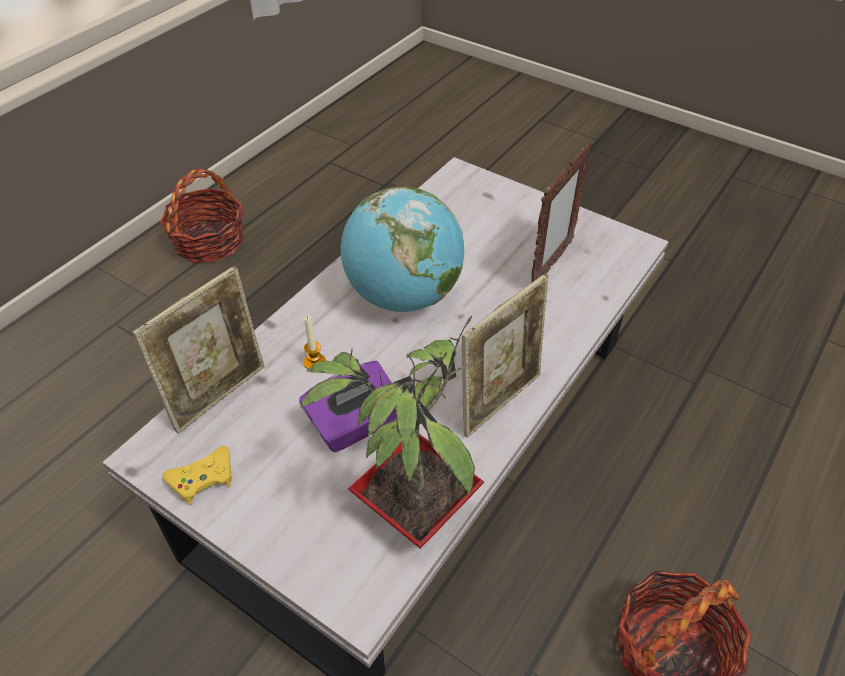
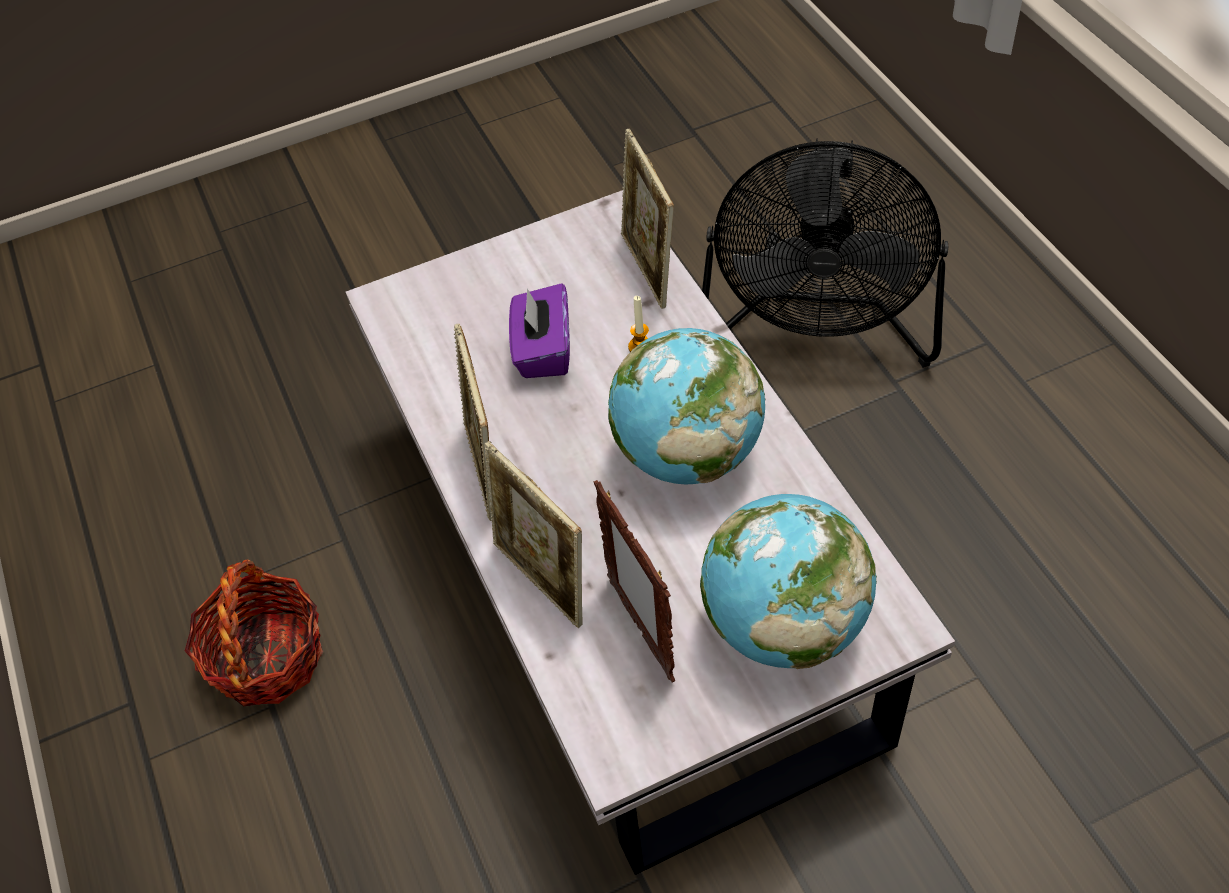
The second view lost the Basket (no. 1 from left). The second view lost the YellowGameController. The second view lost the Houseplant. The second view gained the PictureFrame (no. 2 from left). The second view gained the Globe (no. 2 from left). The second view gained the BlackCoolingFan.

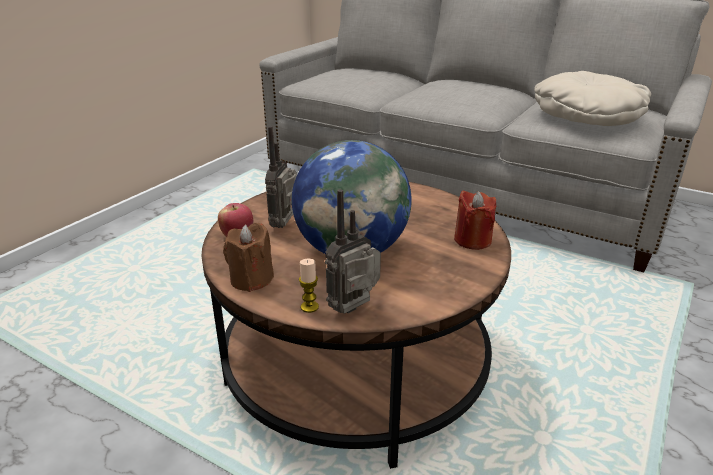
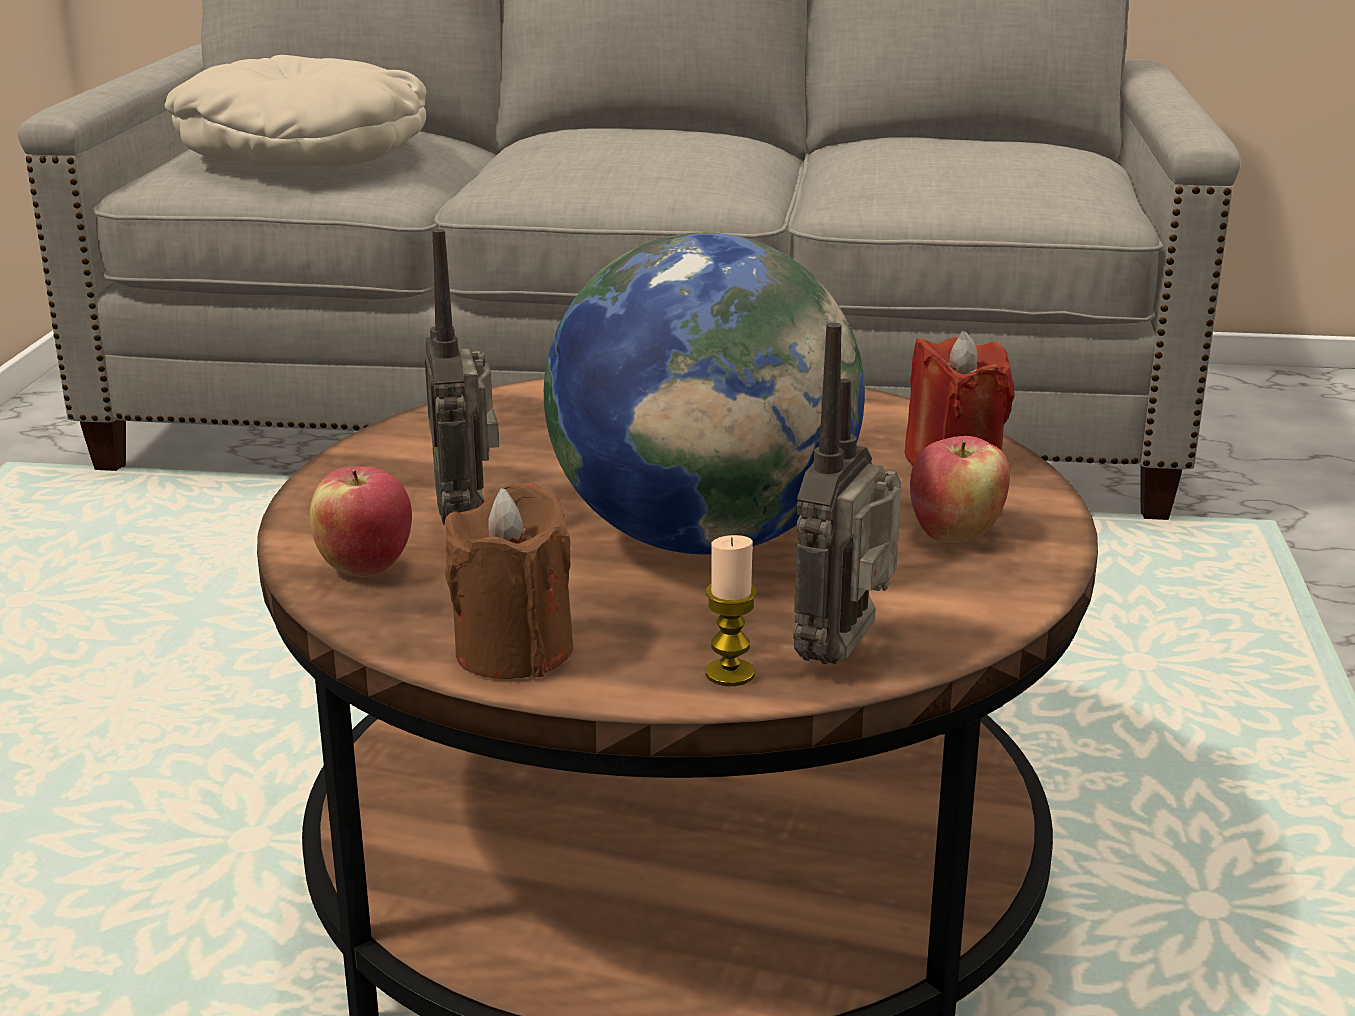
The second view gained the Apple (no. 2 from left). The BeigeColouredPillow ended up elsewhere.

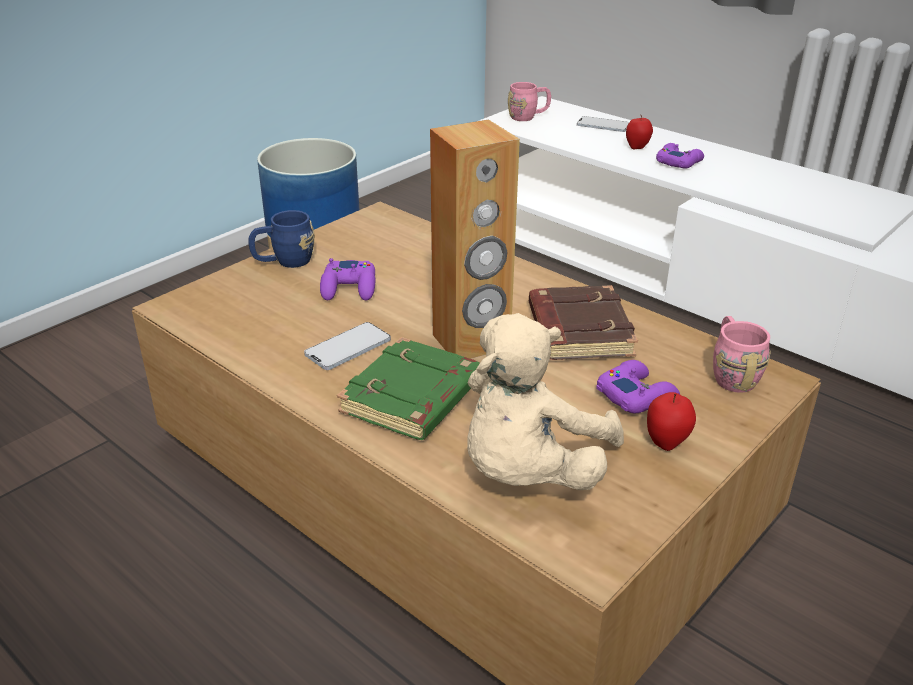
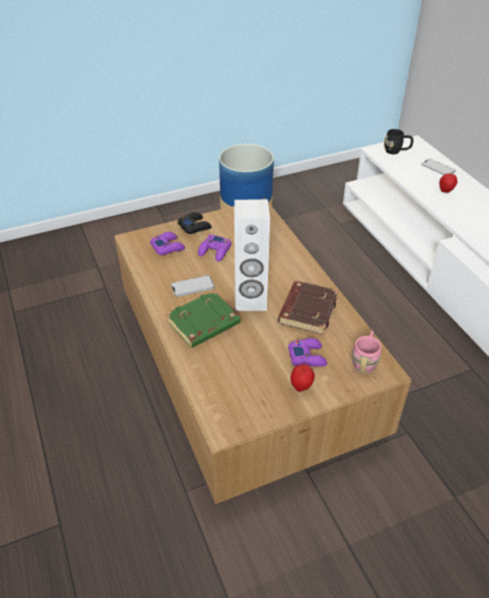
The second view lost the BeigeColouredCuddlyToy. The PurpleColouredGameController (no. 3 from left in the first image) ended up elsewhere. Where the BluishMug stood, the BlackGameController came to stand. What was the BrownLoudspeaker turned into the WhitishLoudspeaker. What was the PinkMug (no. 1 from left) turned into the BlackMug.

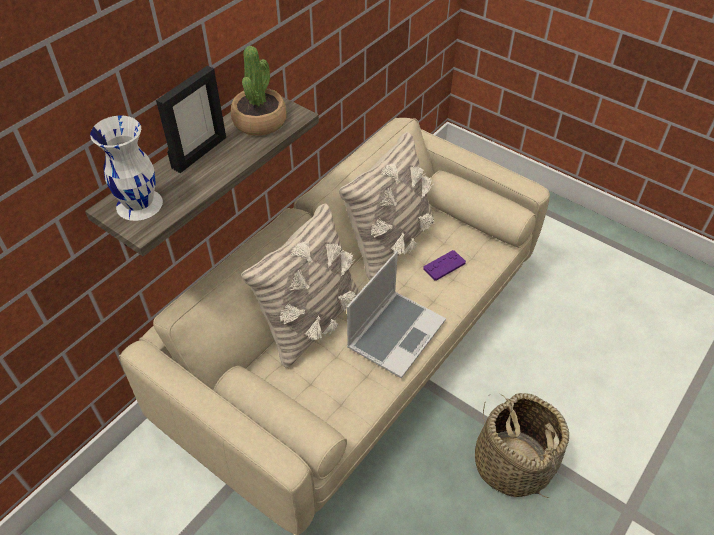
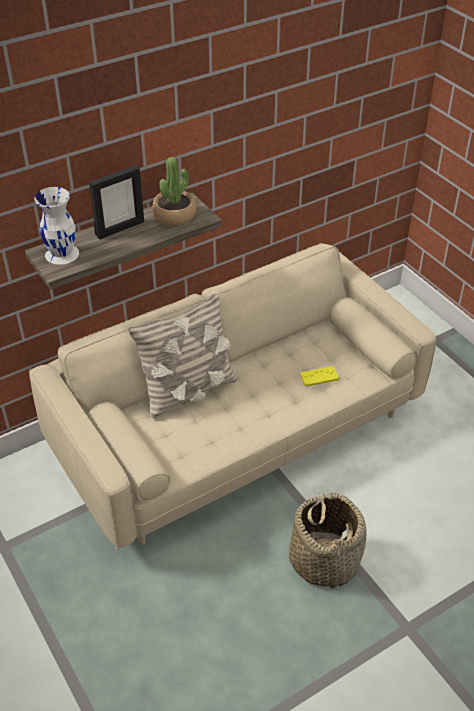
The second view lost the BeigeColouredPillow (no. 2 from left). The second view lost the Laptop. What was the PurpleColouredGameController turned into the YellowGameController.

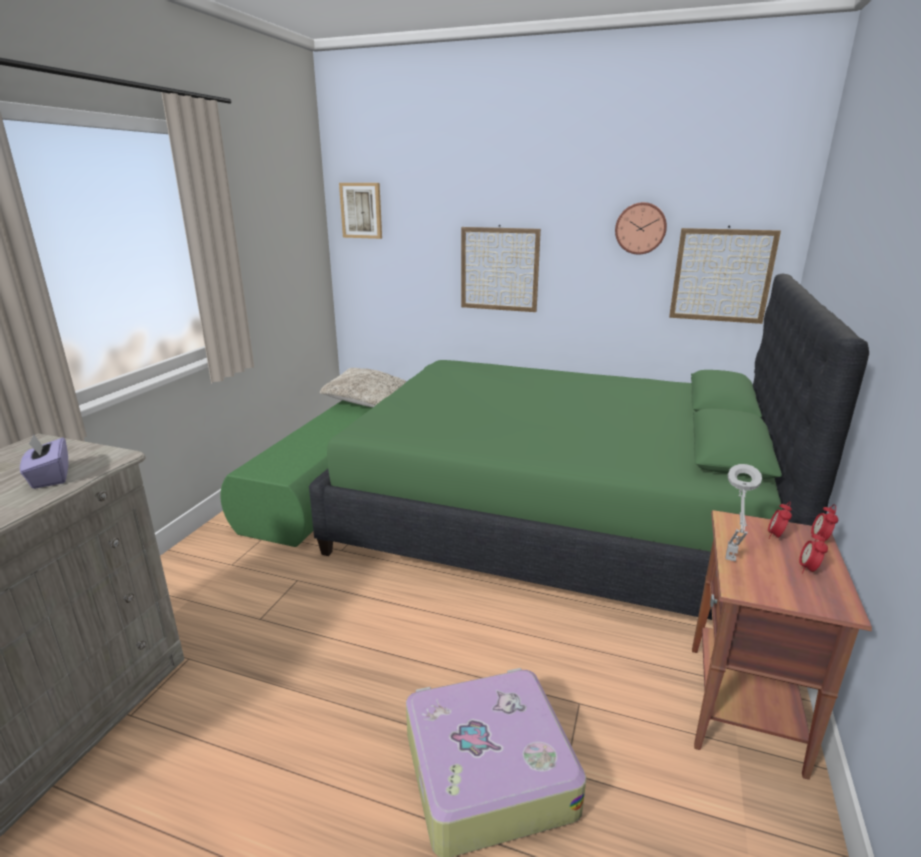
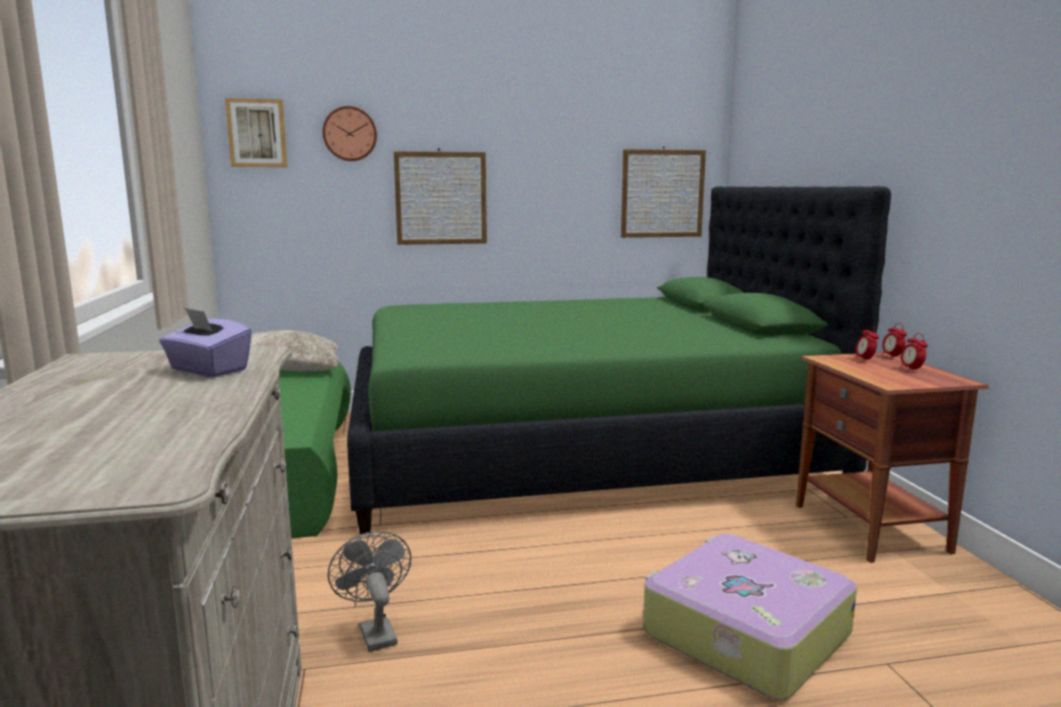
The second view lost the GreyTableLamp. The second view gained the GreyCoolingFan. The WallClock ended up elsewhere.

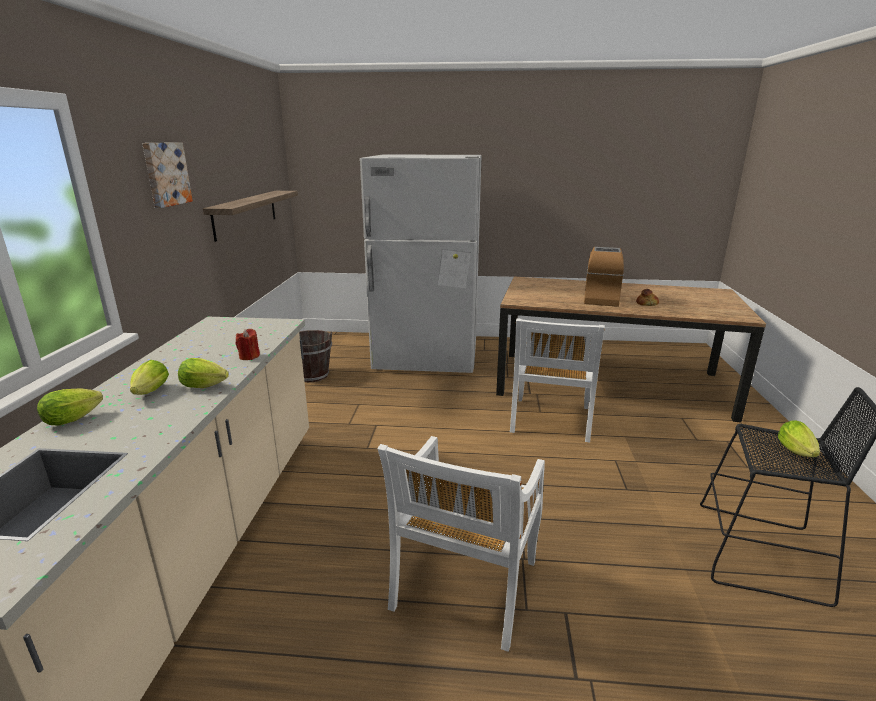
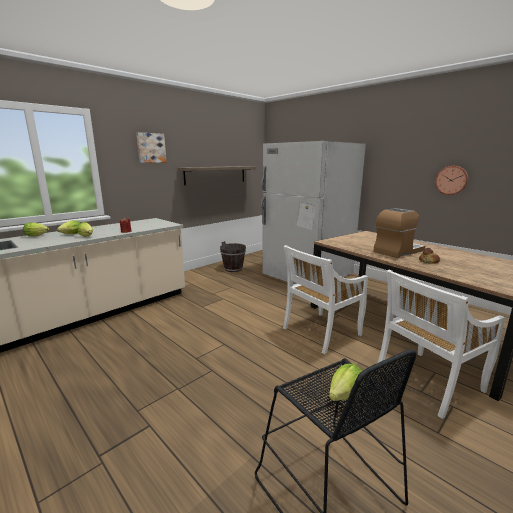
The second view gained the WallClock. The WhitishUprightChair (no. 1 from left in the first image) ended up elsewhere.

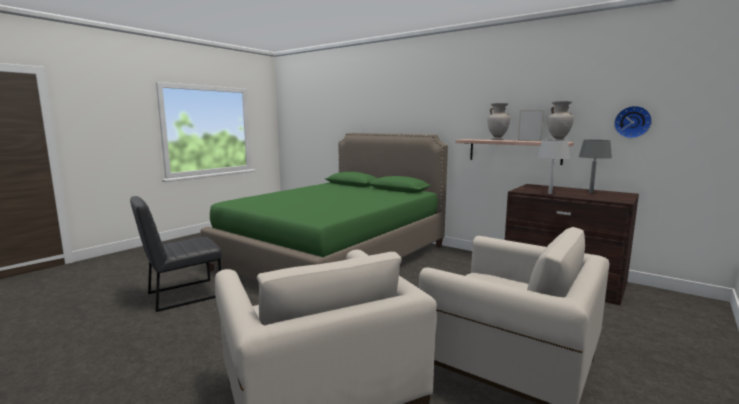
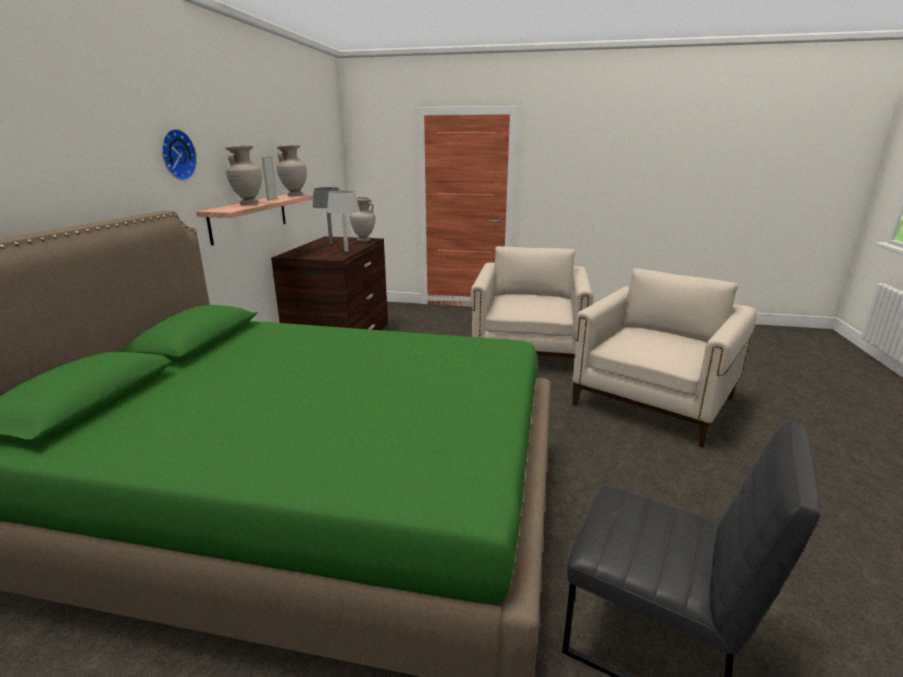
The second view gained the BeigeColouredFlowerVase (no. 3 from left). The WallClock ended up elsewhere.

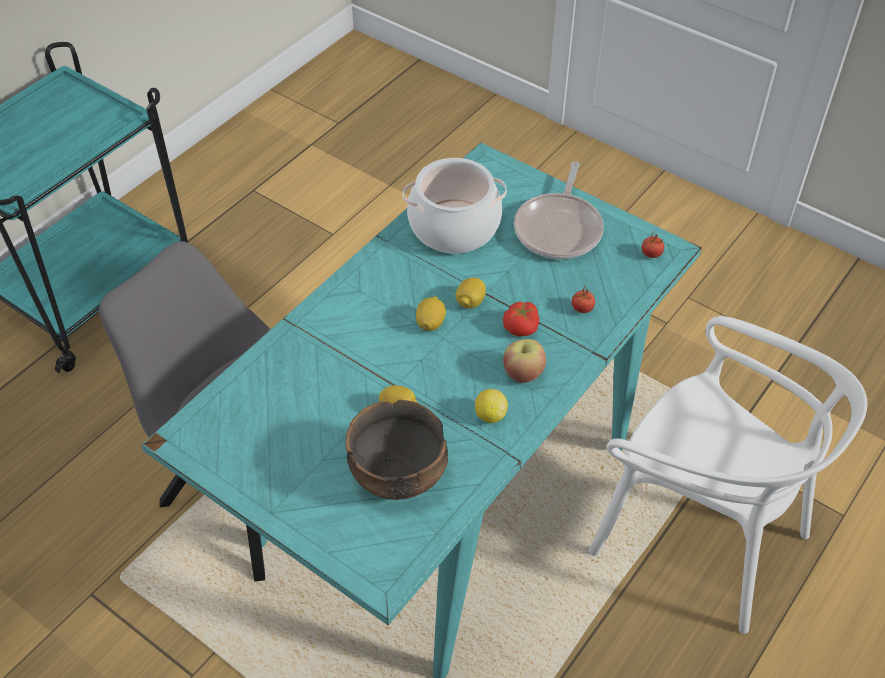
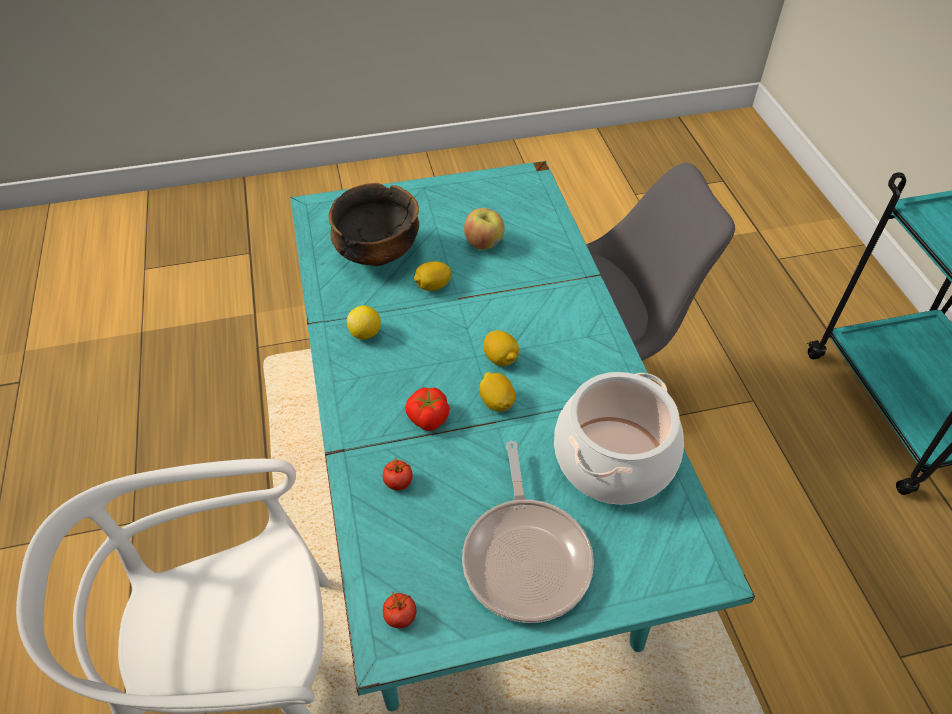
The Apple ended up elsewhere. The Pan ended up facing another way, 150 degrees counterclockwise from before.

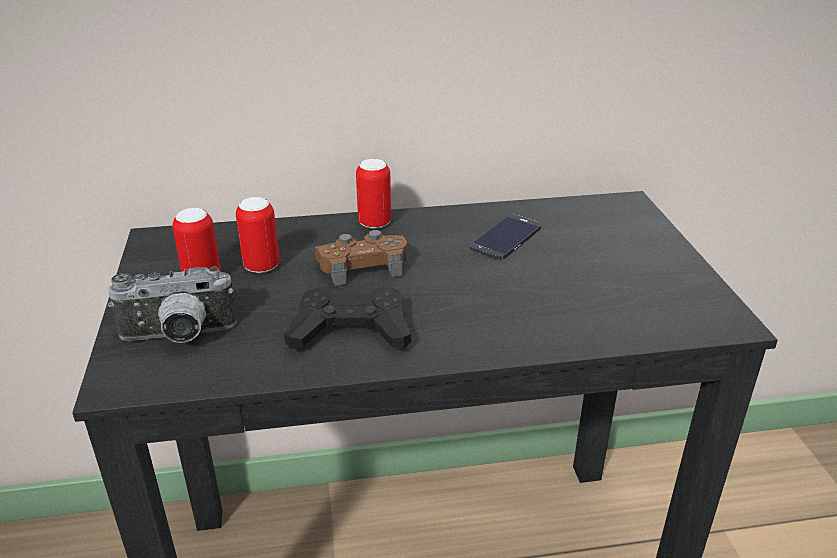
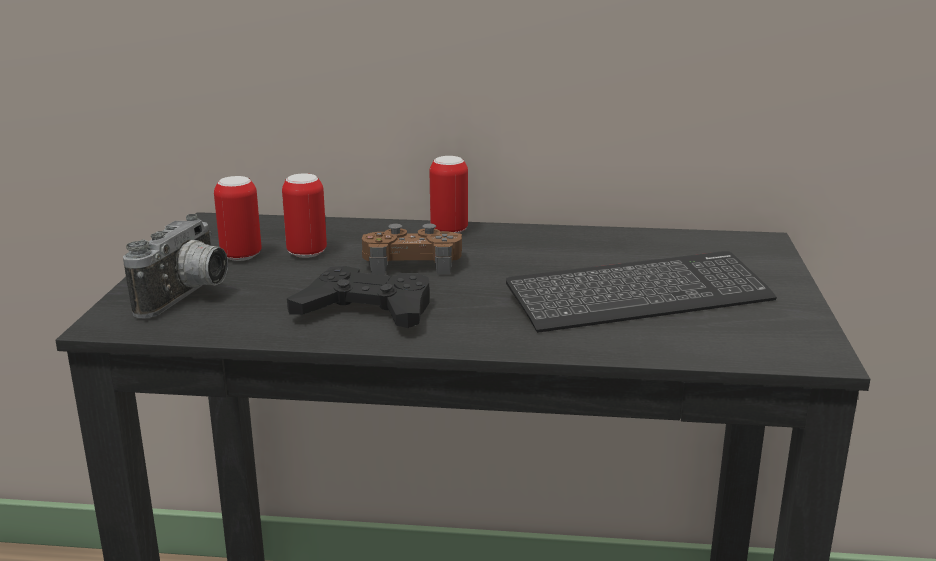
The second view lost the Phone. The second view gained the PcKeyboard. The StillCamera ended up facing another way, 75 degrees counterclockwise from before.

